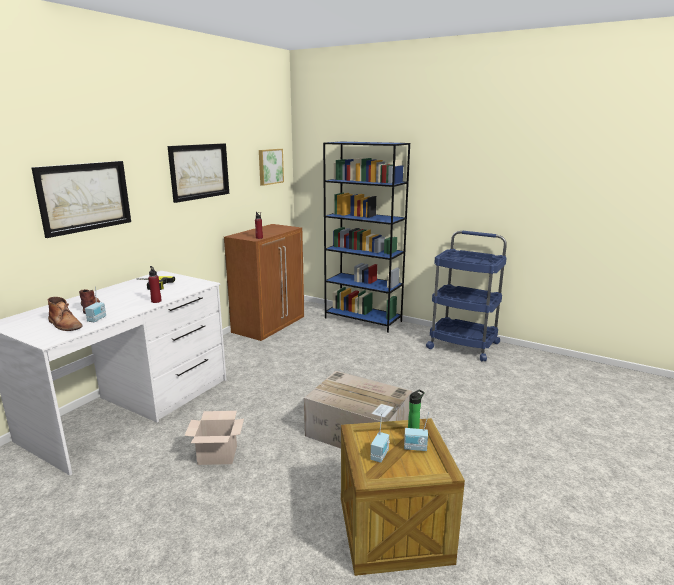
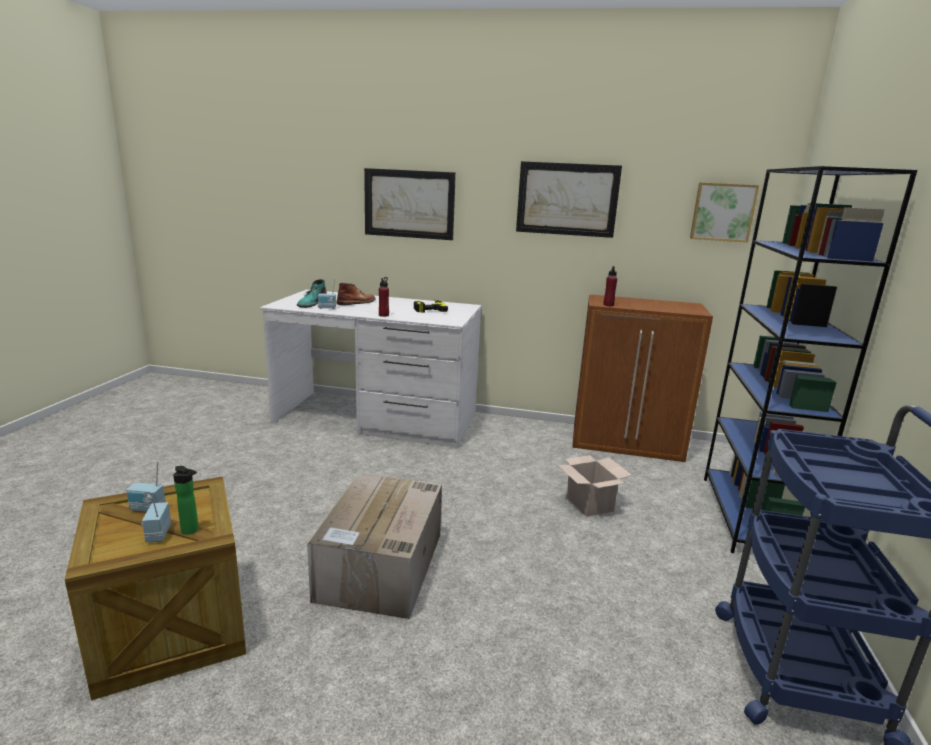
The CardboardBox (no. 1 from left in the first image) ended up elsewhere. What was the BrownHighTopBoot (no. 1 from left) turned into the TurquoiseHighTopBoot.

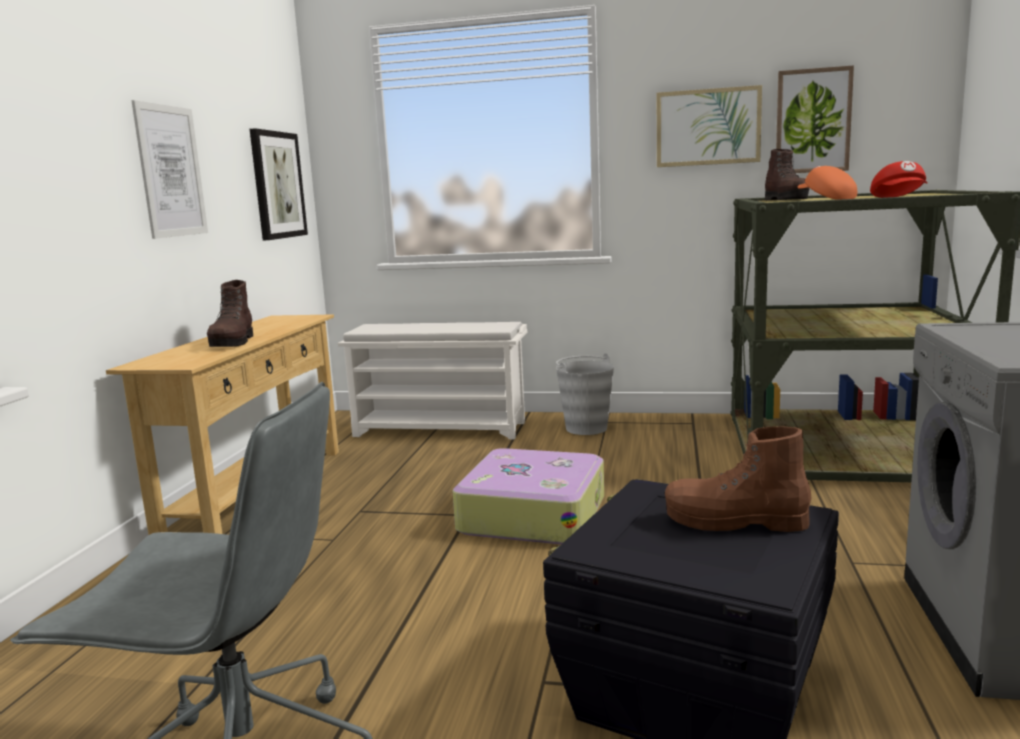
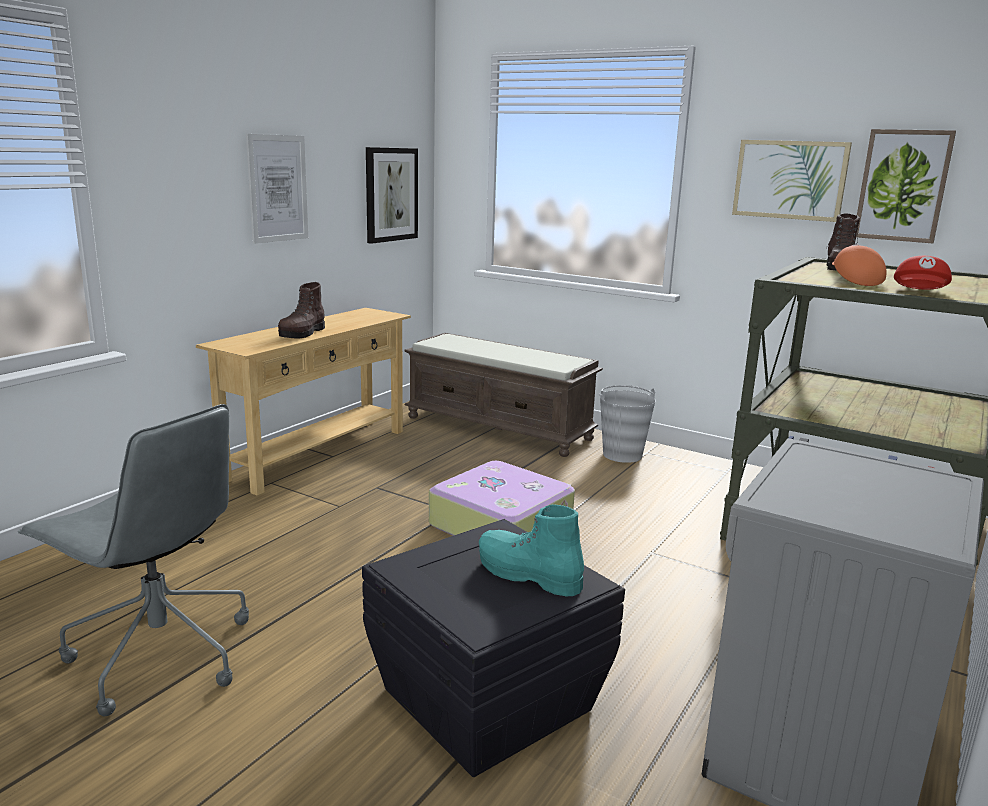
Where the WhitishShoeShelf stood, the BrownIndoorBench came to stand. What was the BrownHighTopBoot (no. 2 from left) turned into the TurquoiseHighTopBoot.

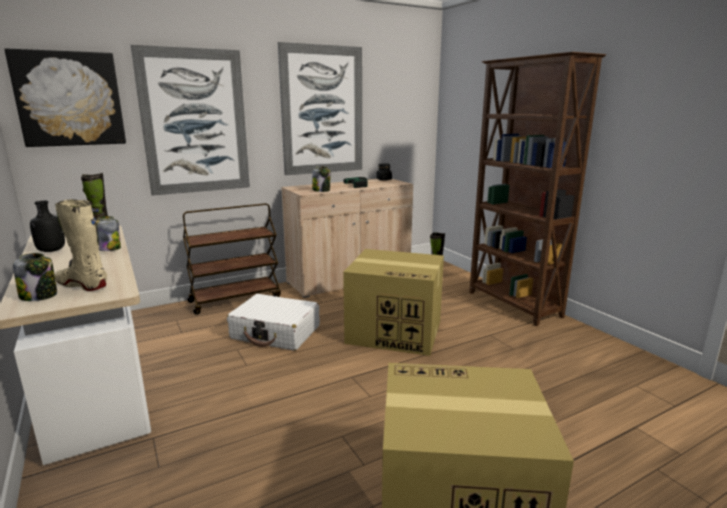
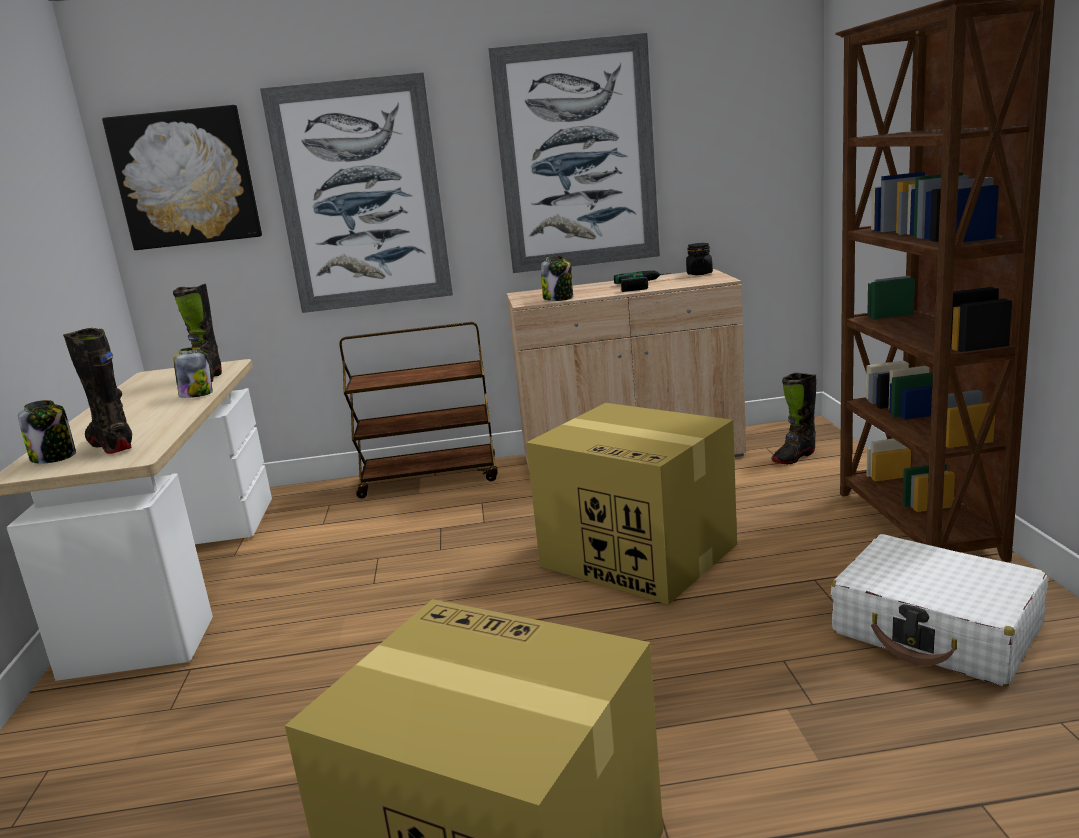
The second view lost the BlackDrinkBottle. The WhitishTravelCase ended up elsewhere. What was the BeigeColouredHighTopBoot turned into the BlackHighTopBoot (no. 1 from left).

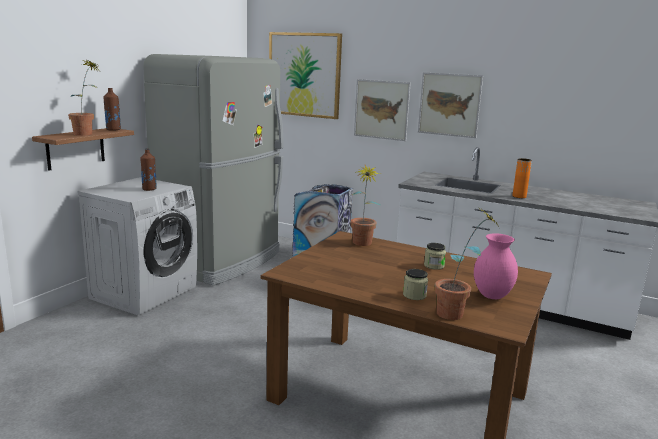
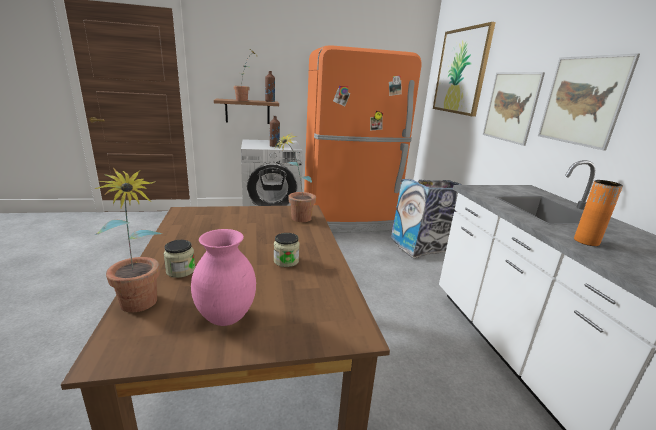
What was the GreyFridge turned into the OrangeFridge.

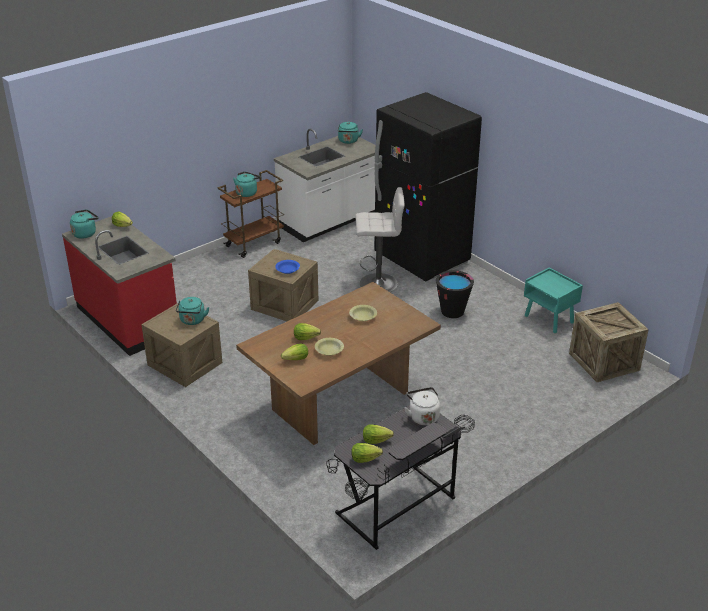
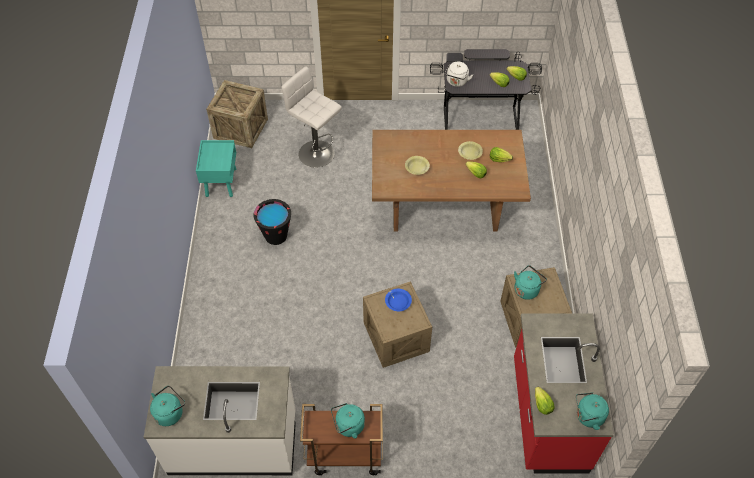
The second view lost the BlackFridge. The WhitishSittingStool ended up elsewhere.

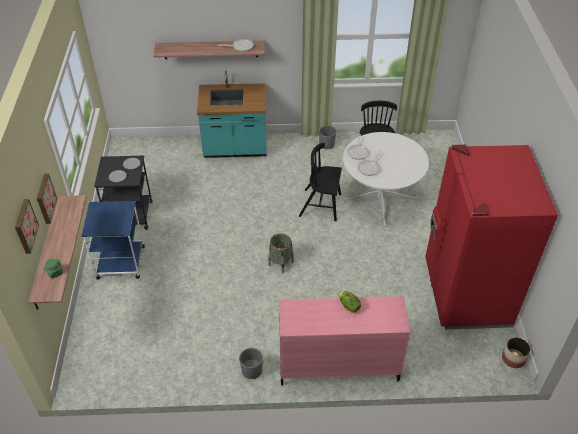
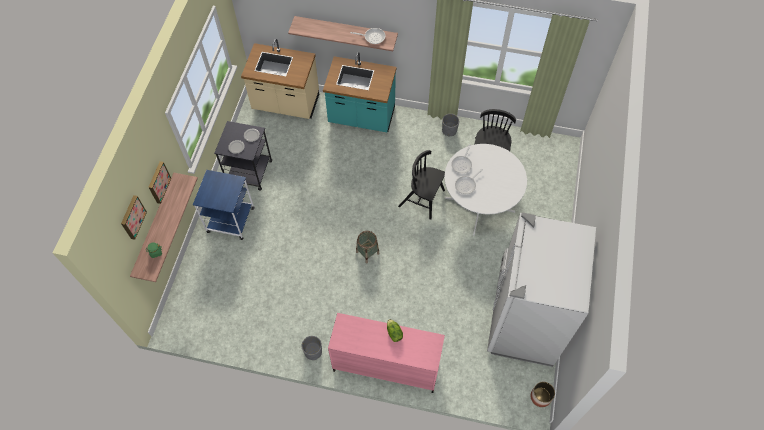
The second view gained the BeigeColouredKitchenCounter. What was the RedFridge turned into the WhitishFridge.

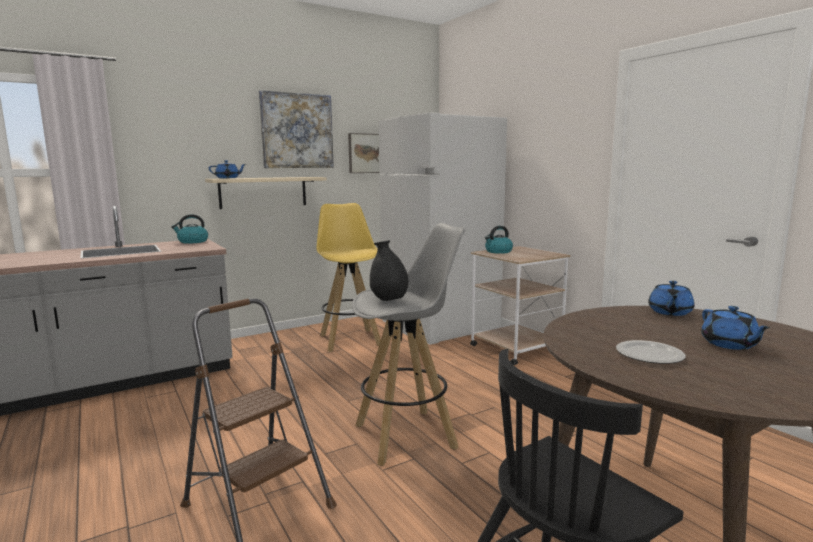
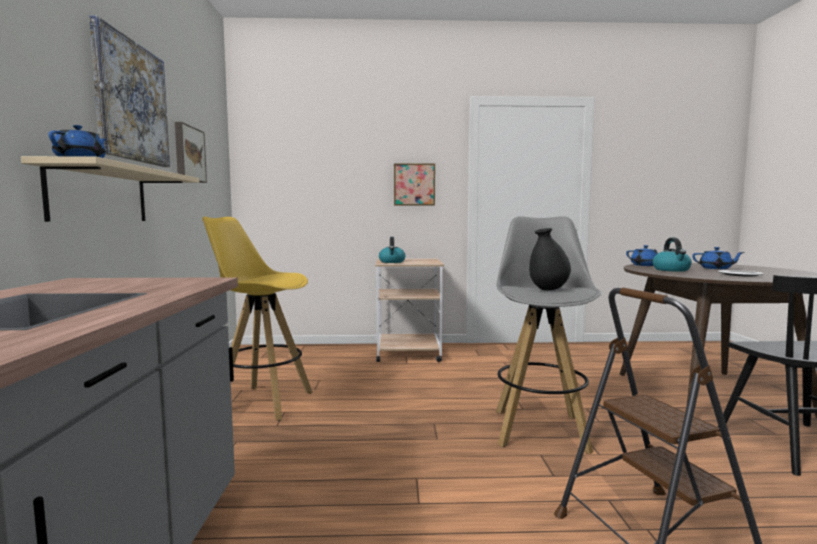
The second view lost the WhitishFridge. The second view gained the WallArt (no. 3 from left). The TeaKettle (no. 1 from left in the first image) ended up elsewhere.

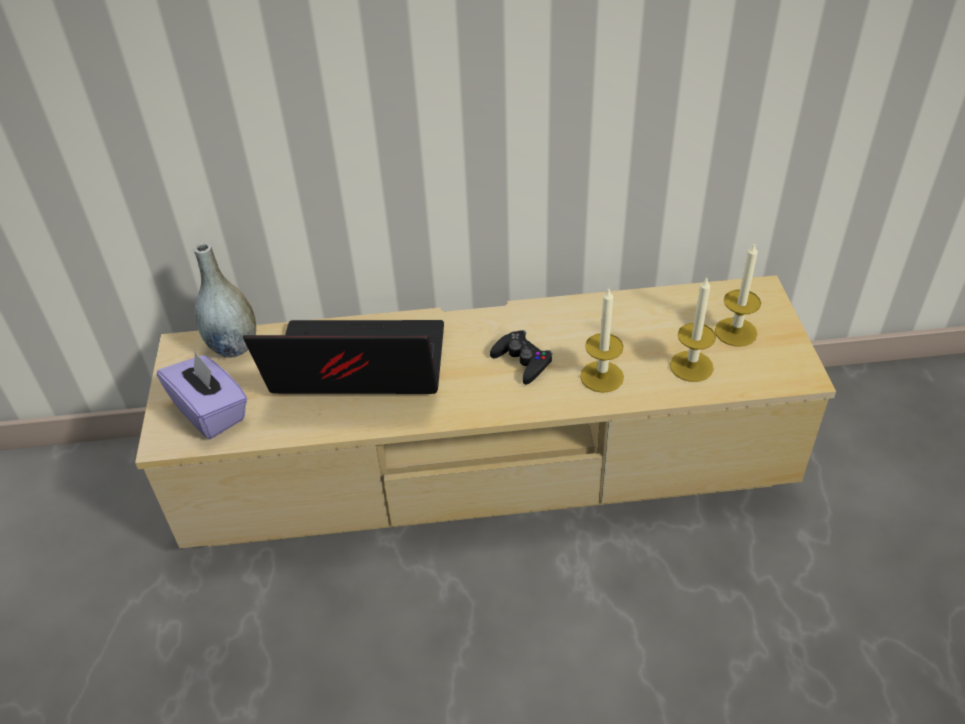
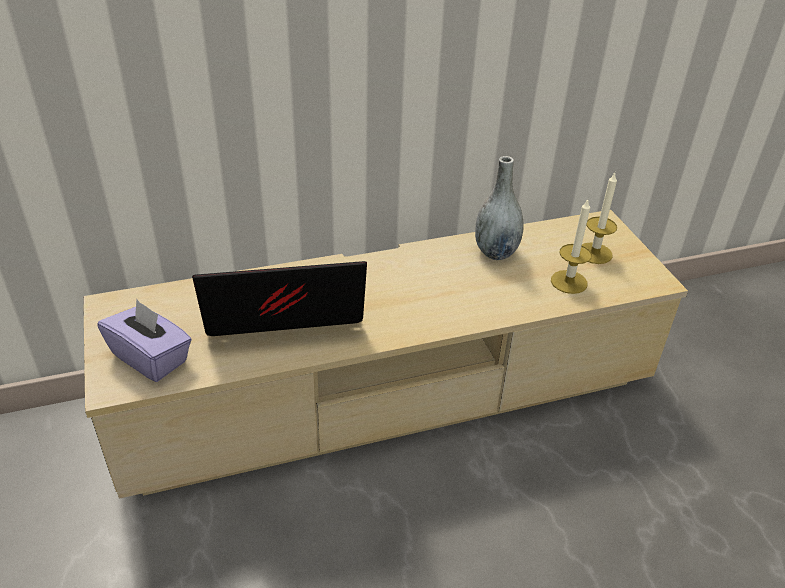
The second view lost the BlackGameController. The second view lost the Candle (no. 1 from left). The GreyFlowerVase ended up elsewhere.

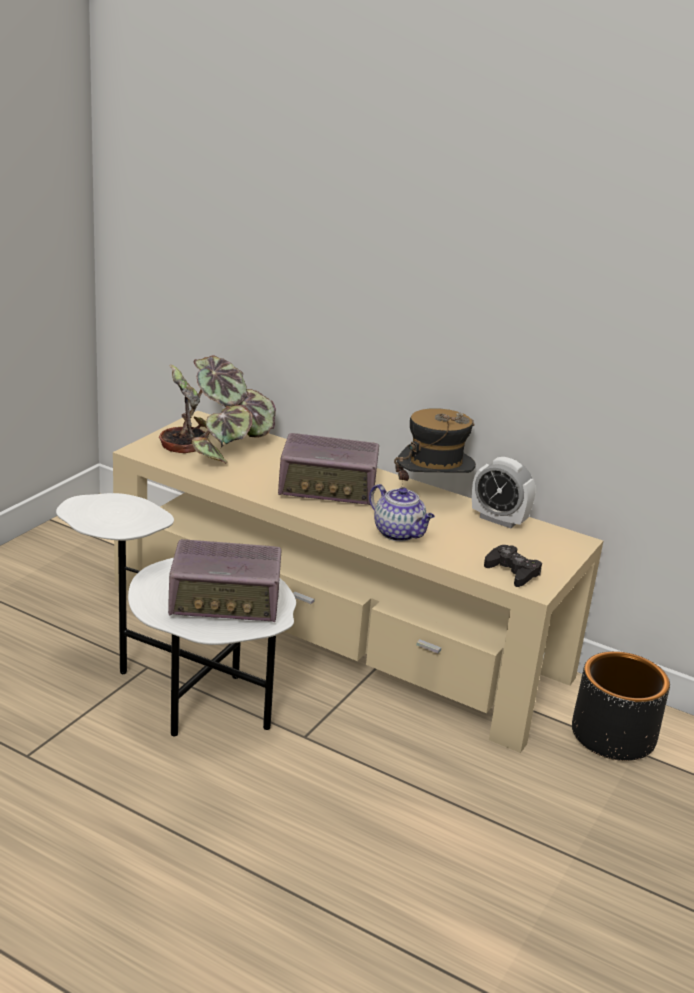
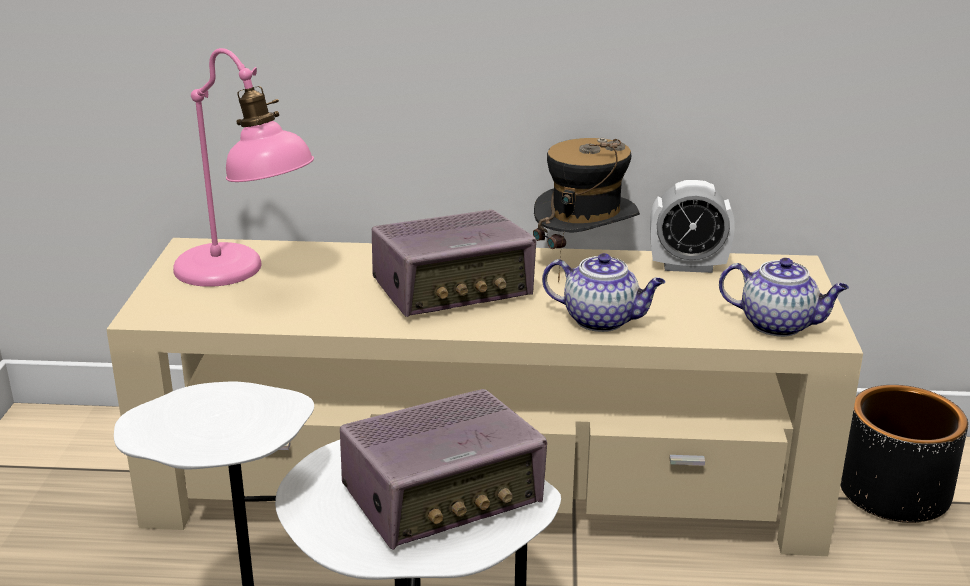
Where the Houseplant stood, the PinkTableLamp came to stand. Where the BlackGameController stood, the TeaPot (no. 2 from left) came to stand.

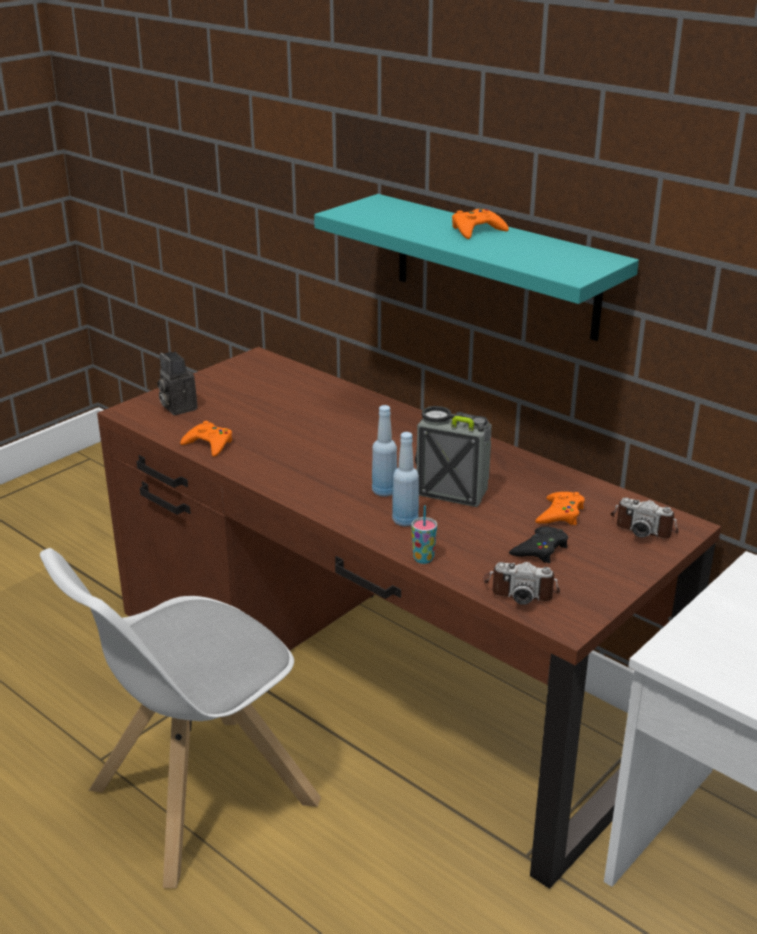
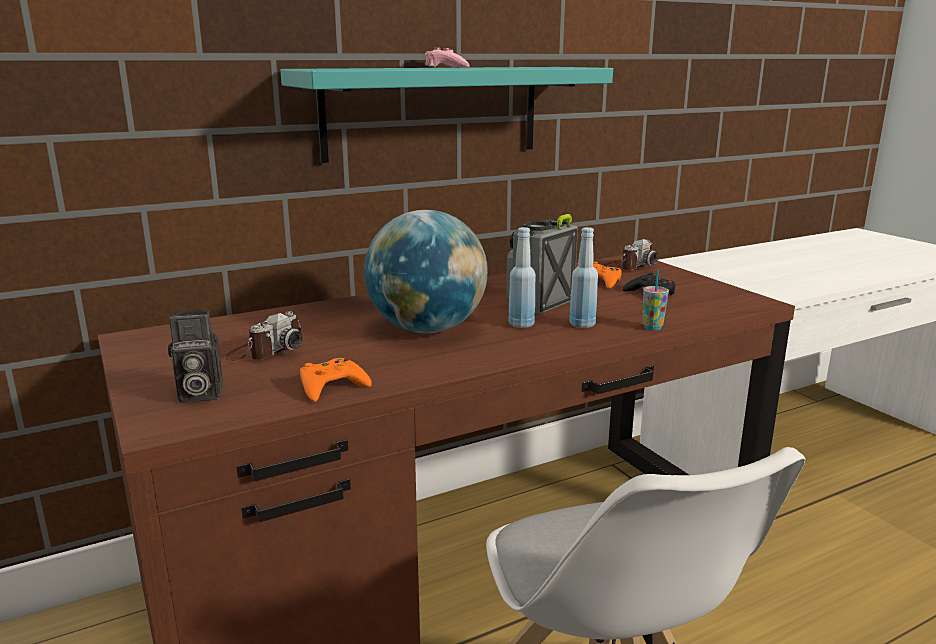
The second view gained the Globe. The StillCamera (no. 2 from left) ended up elsewhere. What was the OrangeGameController (no. 2 from left) turned into the PinkGameController.

